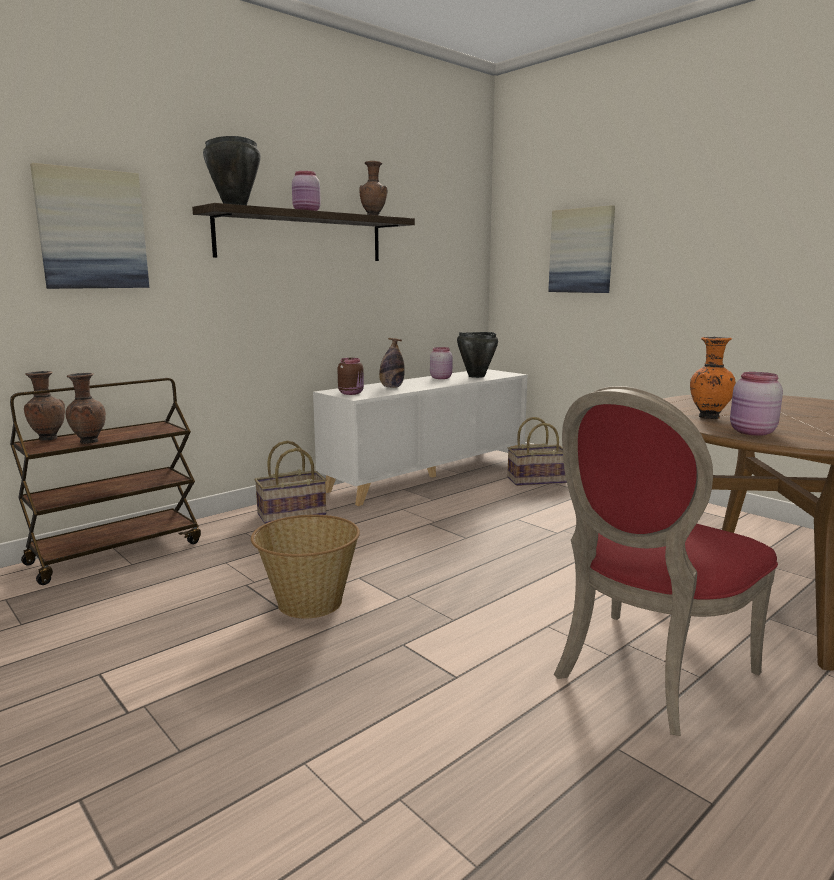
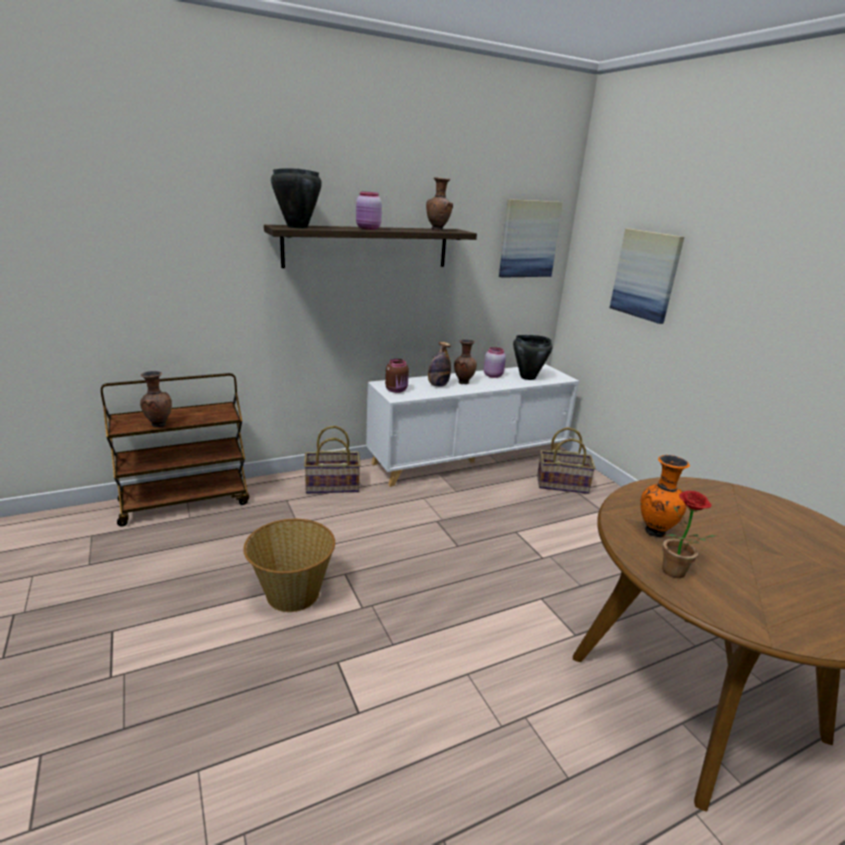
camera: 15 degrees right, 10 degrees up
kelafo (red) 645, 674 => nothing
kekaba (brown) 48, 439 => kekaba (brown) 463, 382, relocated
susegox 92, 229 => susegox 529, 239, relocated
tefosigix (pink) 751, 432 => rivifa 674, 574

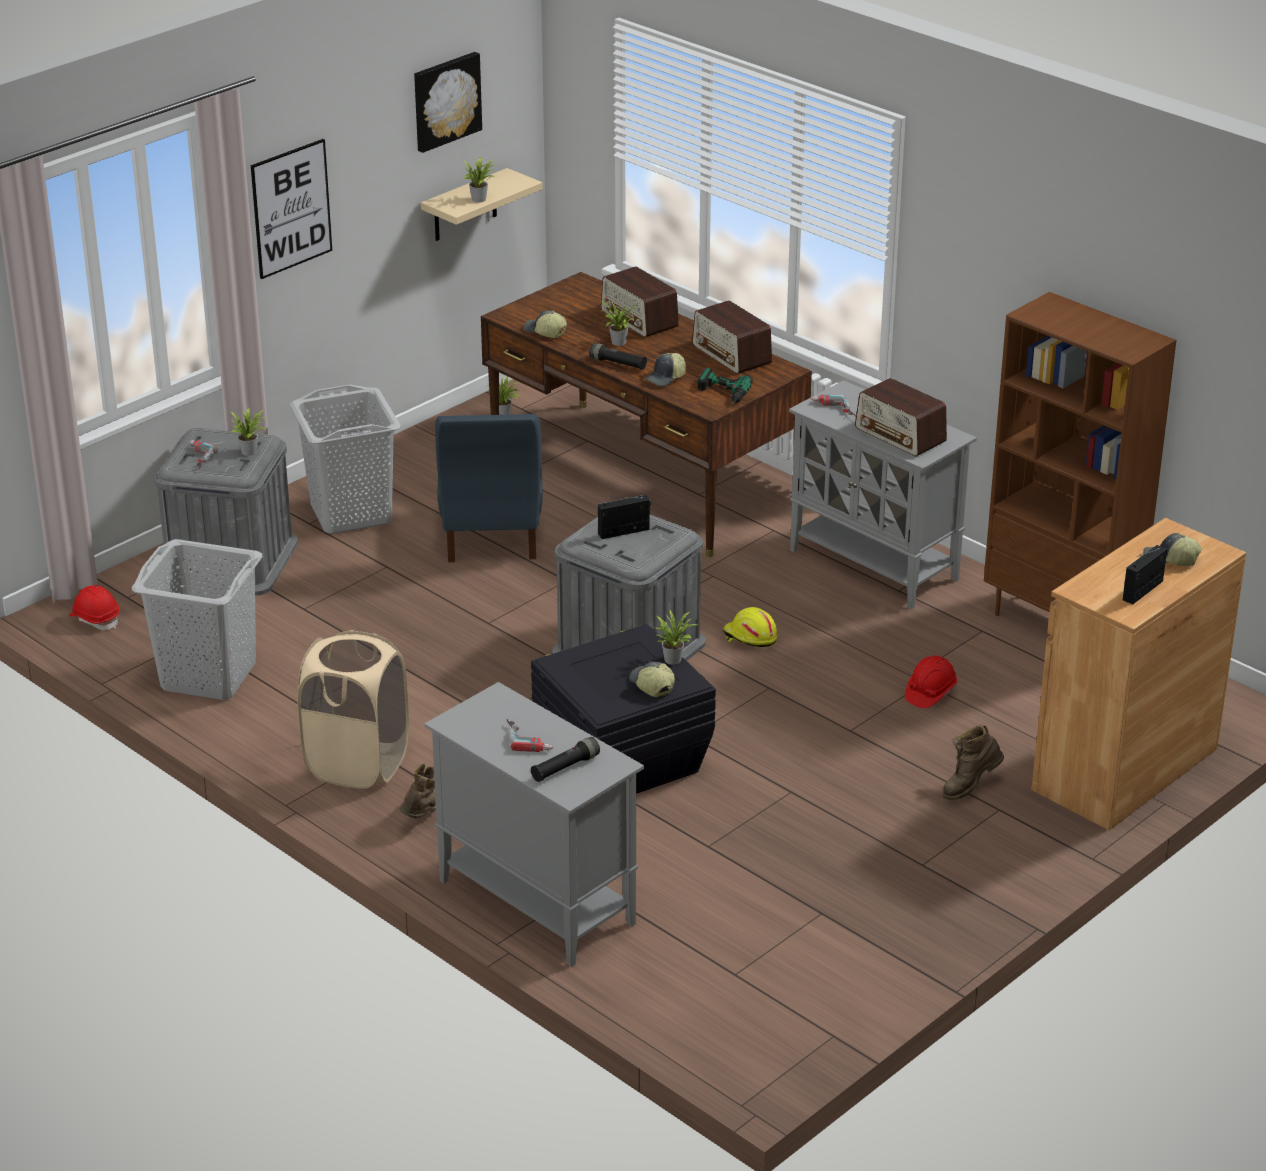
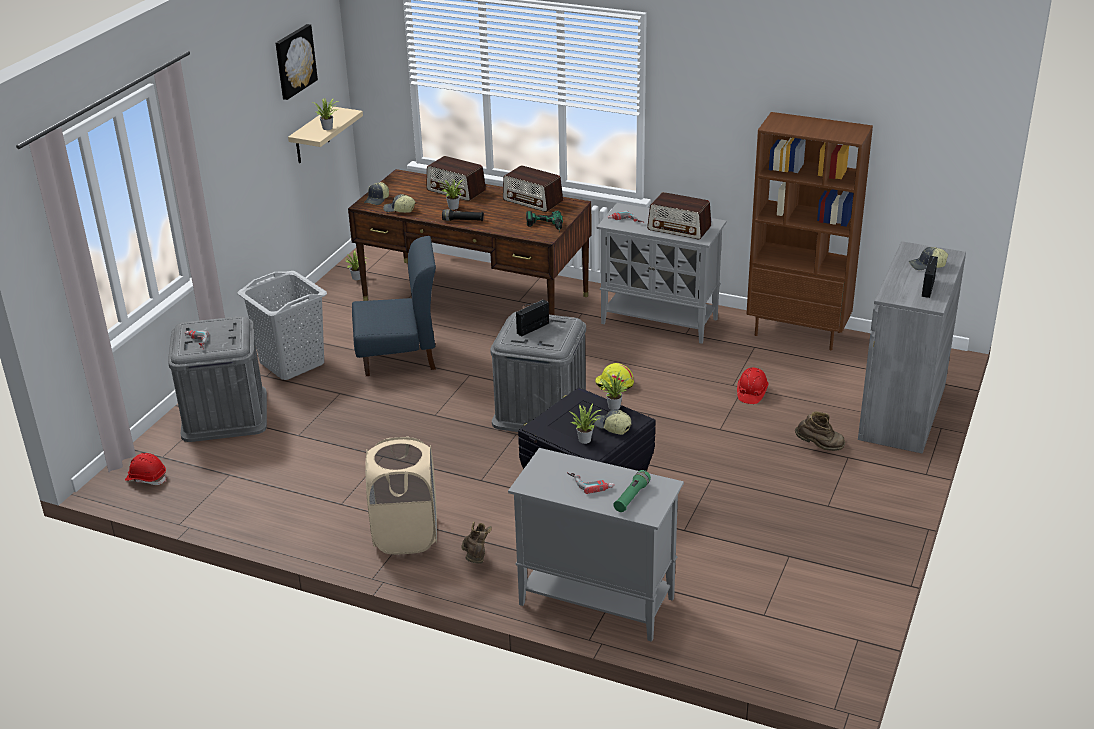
camera: 20 degrees left, 0 degrees up
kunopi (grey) 208, 675 => nothing
susegox 291, 208 => nothing
rivifa 251, 451 => rivifa 586, 439, relocated
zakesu 665, 378 => zakesu 377, 200, relocated
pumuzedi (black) 565, 768 => pumuzedi (green) 631, 497
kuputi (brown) 1125, 769 => kuputi (grey) 902, 412
kelafo (blue) 491, 535 => kelafo (blue) 399, 356, 75 degrees counterclockwise
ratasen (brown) 970, 786 => ratasen (brown) 819, 447, 120 degrees counterclockwise

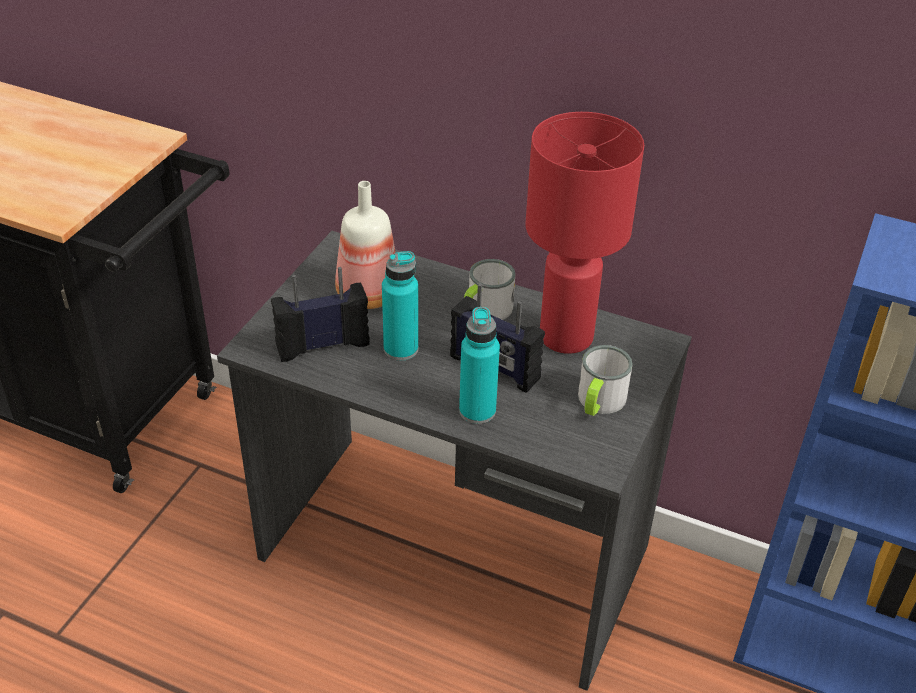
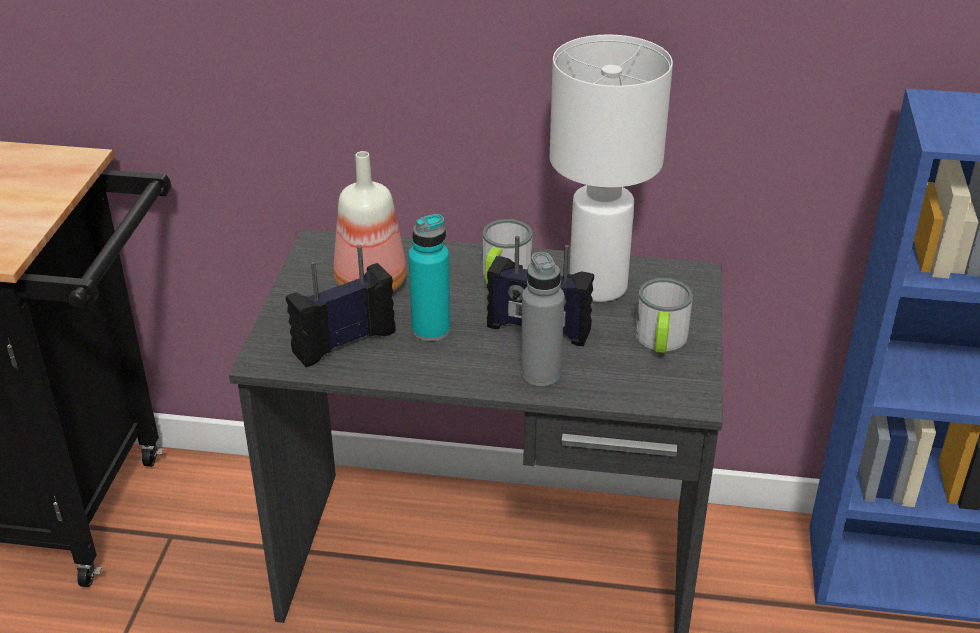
camera: 15 degrees left, 5 degrees down
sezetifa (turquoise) 477, 411 => sezetifa (grey) 540, 374
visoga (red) 566, 336 => visoga (white) 597, 285

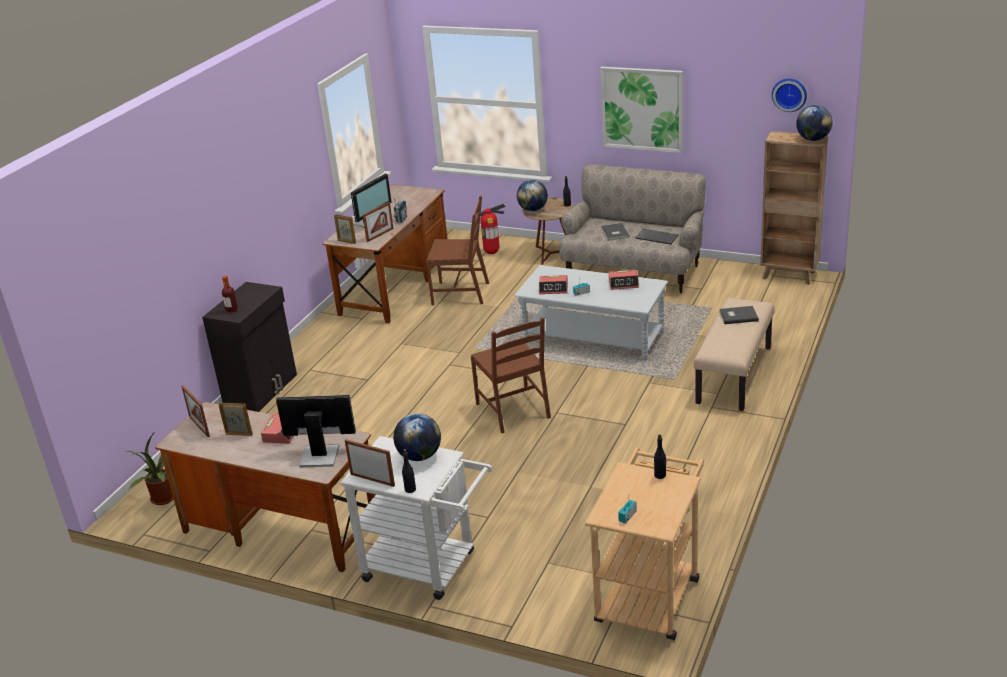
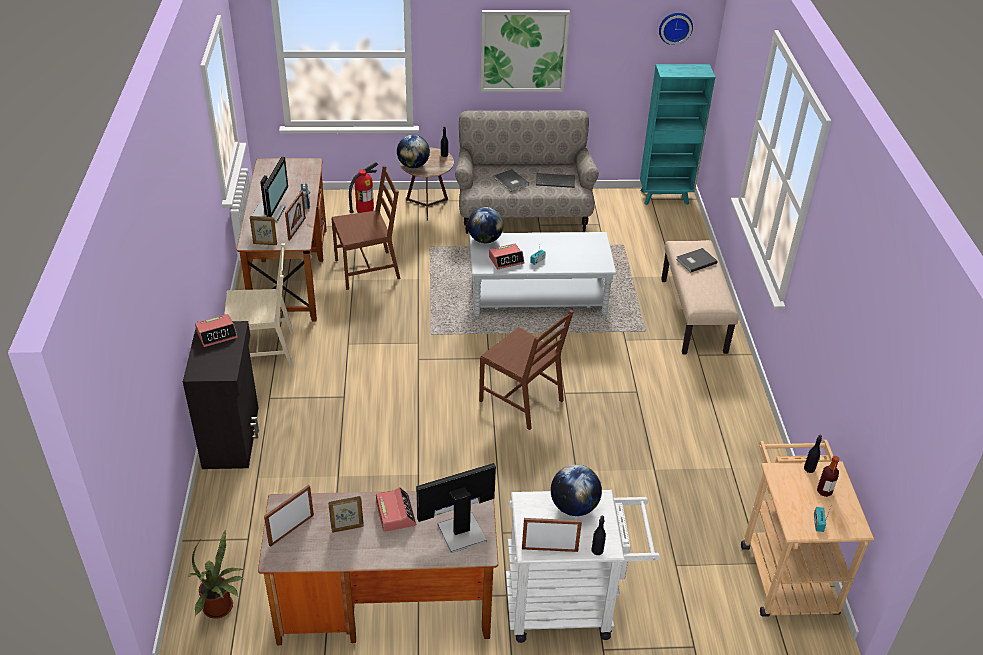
camera: 30 degrees left, 10 degrees up
nothing => kelafo (beige) 264, 351
sezetifa 232, 310 => sezetifa 824, 491, relocated
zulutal 624, 284 => zulutal 217, 334, relocated
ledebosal 813, 139 => ledebosal 485, 240, relocated
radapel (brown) 789, 275 => radapel (turquoise) 665, 197
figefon 199, 426 => figefon 291, 530, 105 degrees clockwise

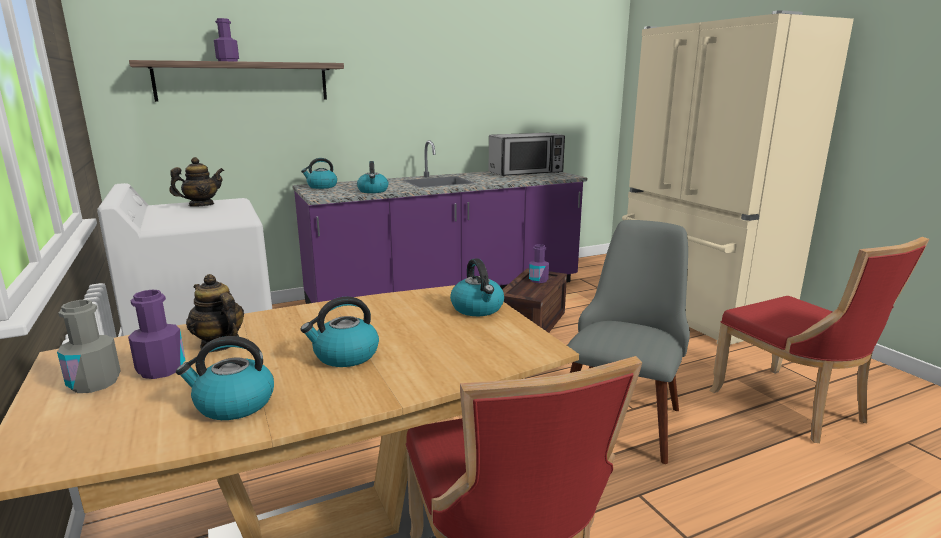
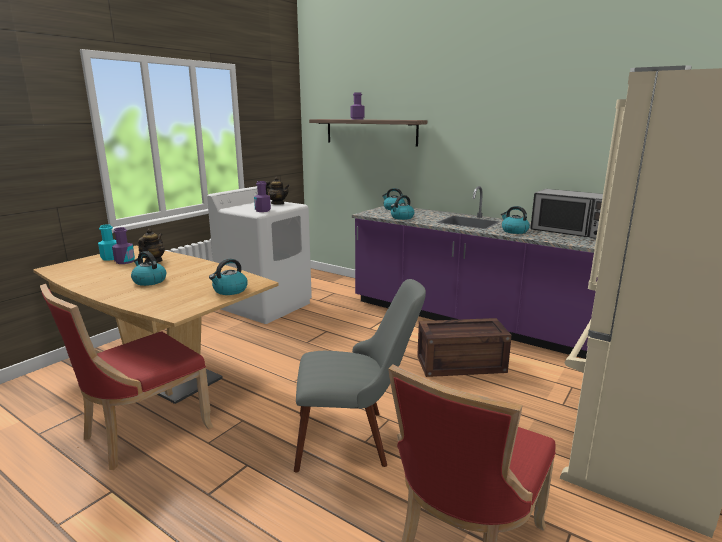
camera: 60 degrees right, 0 degrees up
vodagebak 233, 404 => vodagebak 514, 231, relocated
sezetifa (purple) 538, 280 => sezetifa (purple) 263, 210, relocated
sezetifa (grey) 94, 383 => sezetifa (turquoise) 110, 258

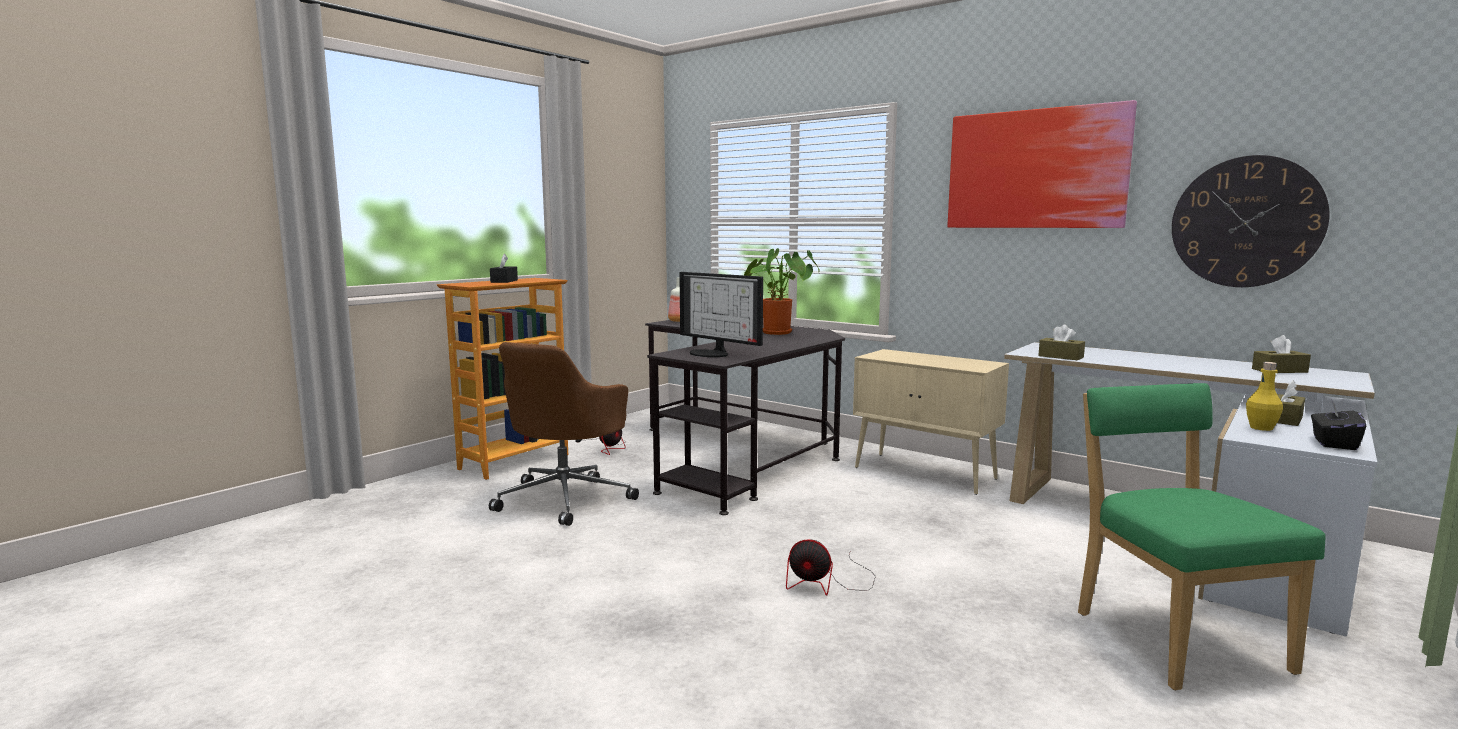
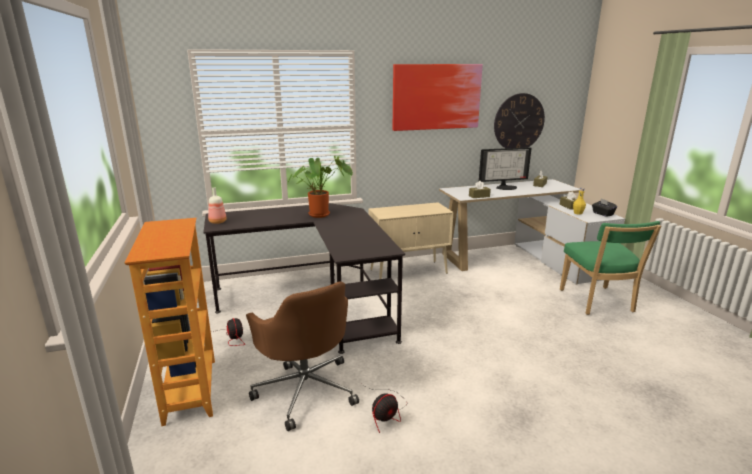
camera: 55 degrees left, 10 degrees up
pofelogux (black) 504, 281 => nothing
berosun 712, 353 => berosun 505, 187, relocated
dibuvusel 827, 583 => dibuvusel 386, 413, relocated
kelafo (green) 1172, 637 => kelafo (green) 597, 302, 120 degrees counterclockwise

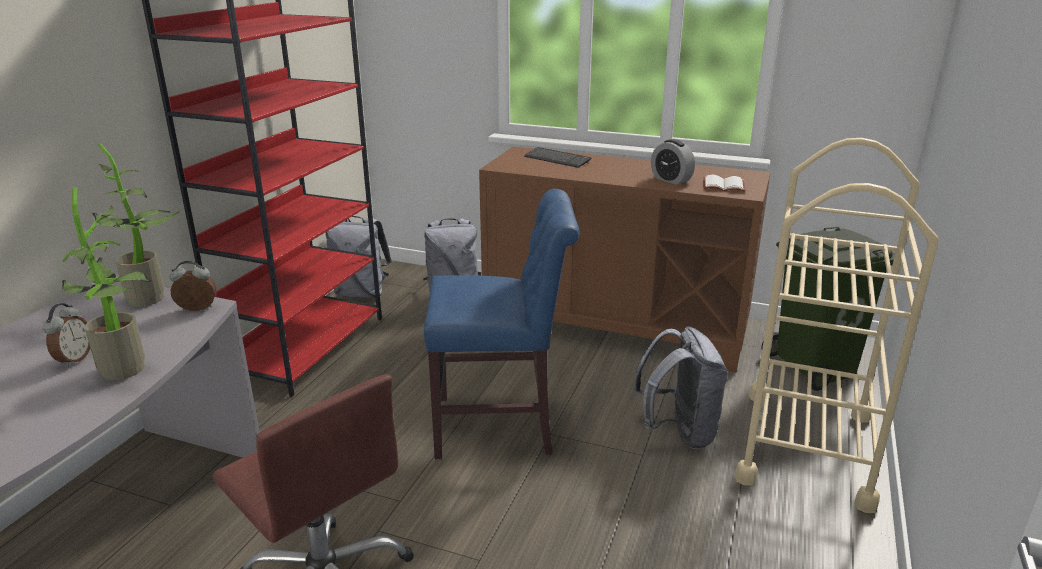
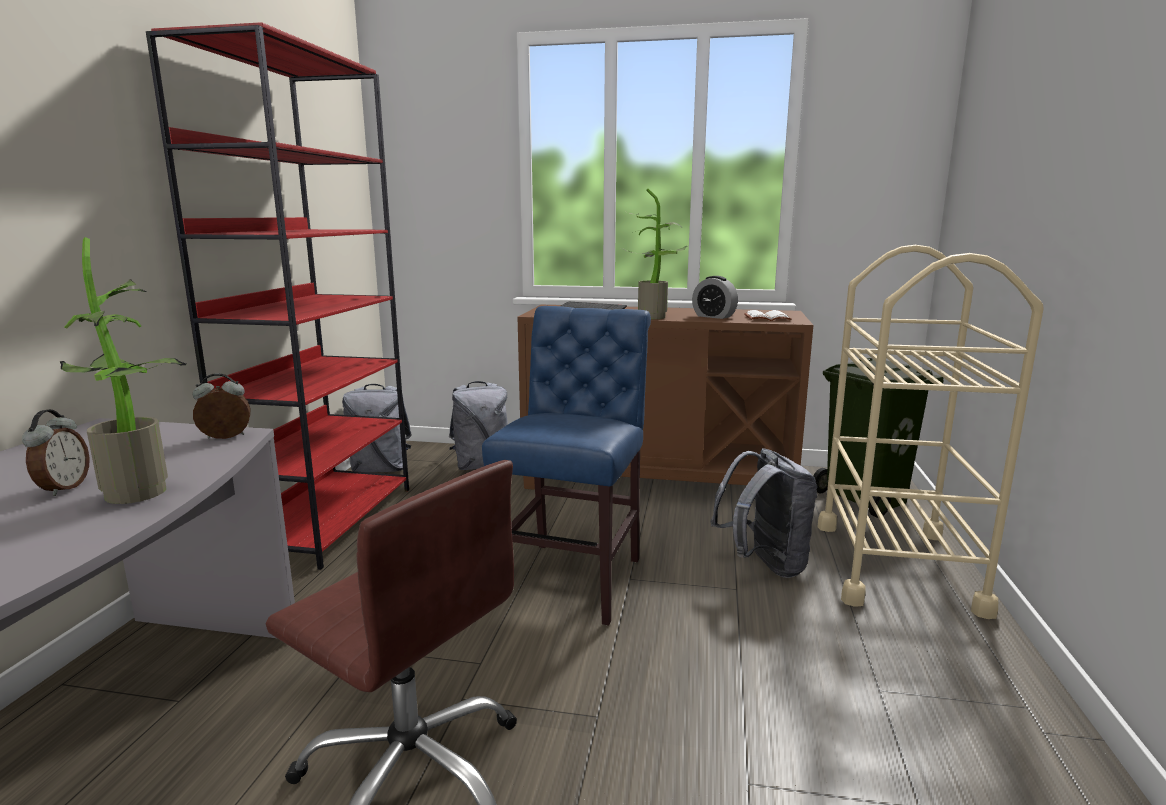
camera: 10 degrees left, 10 degrees down
rivifa 152, 297 => rivifa 654, 316, relocated
kelafo (blue) 501, 426 => kelafo (blue) 574, 576, 60 degrees counterclockwise

